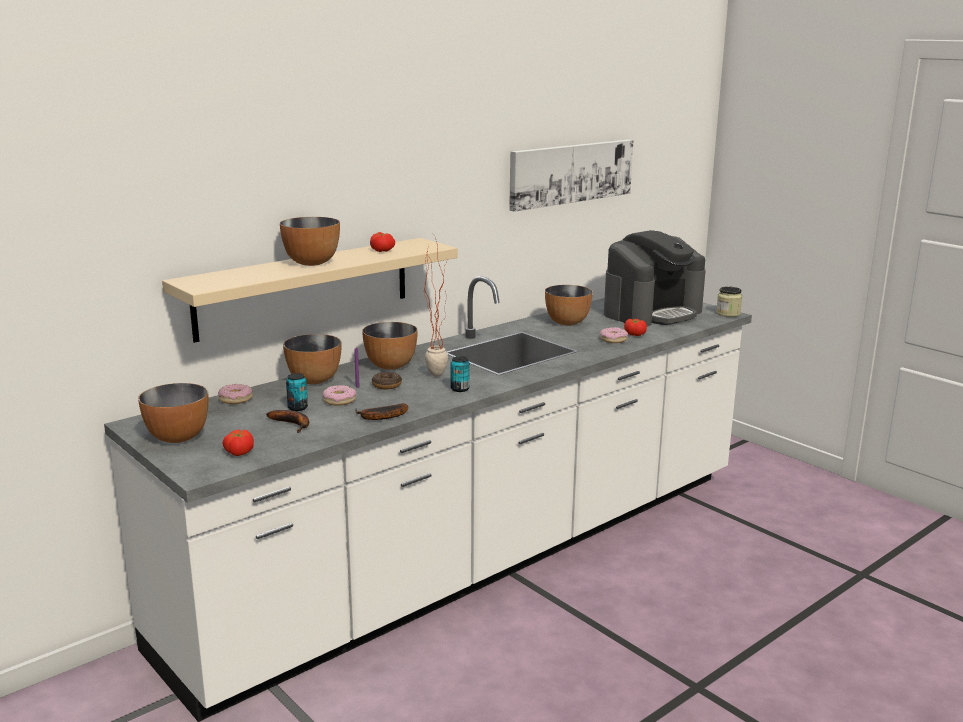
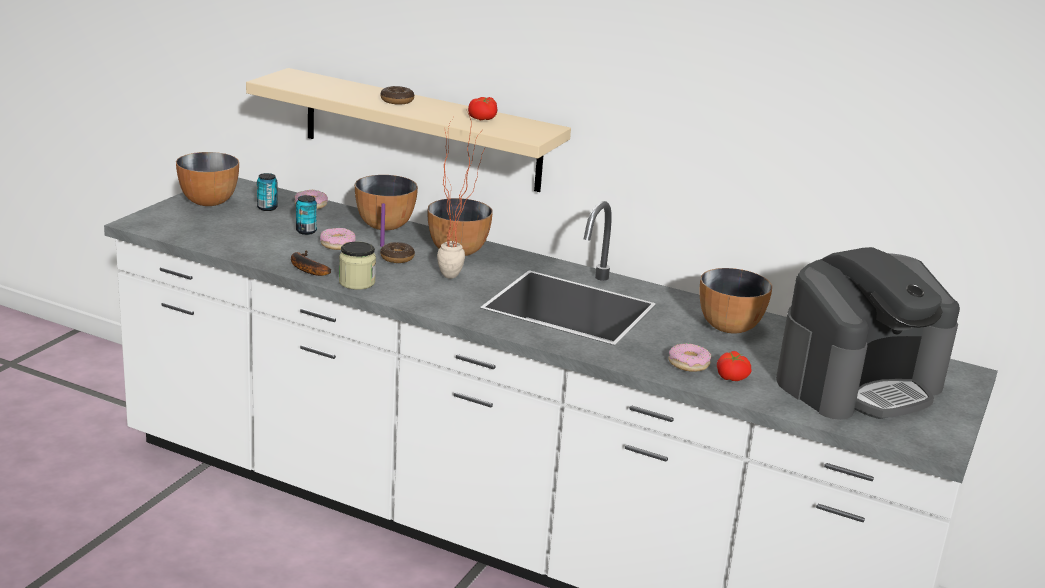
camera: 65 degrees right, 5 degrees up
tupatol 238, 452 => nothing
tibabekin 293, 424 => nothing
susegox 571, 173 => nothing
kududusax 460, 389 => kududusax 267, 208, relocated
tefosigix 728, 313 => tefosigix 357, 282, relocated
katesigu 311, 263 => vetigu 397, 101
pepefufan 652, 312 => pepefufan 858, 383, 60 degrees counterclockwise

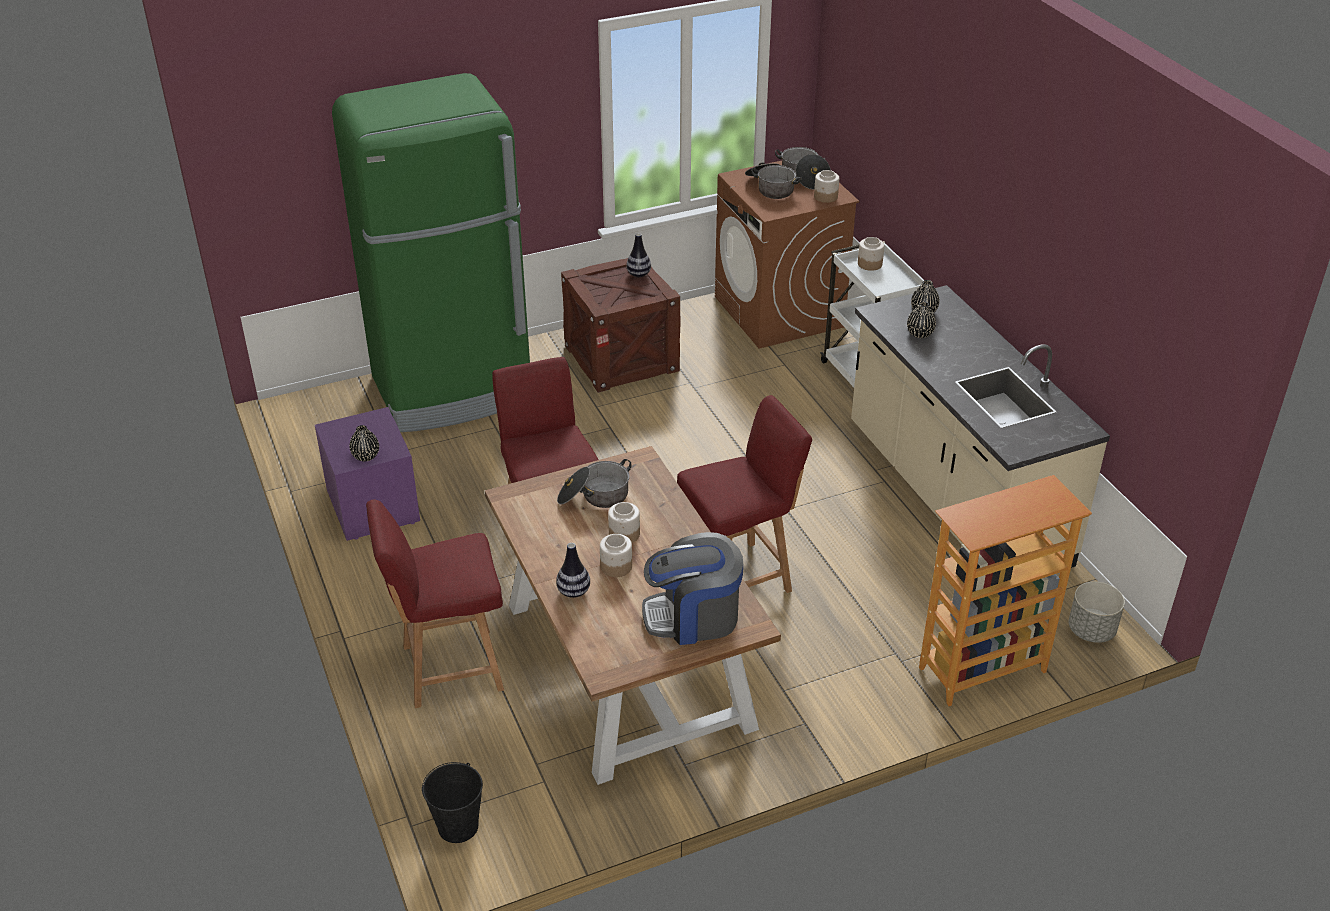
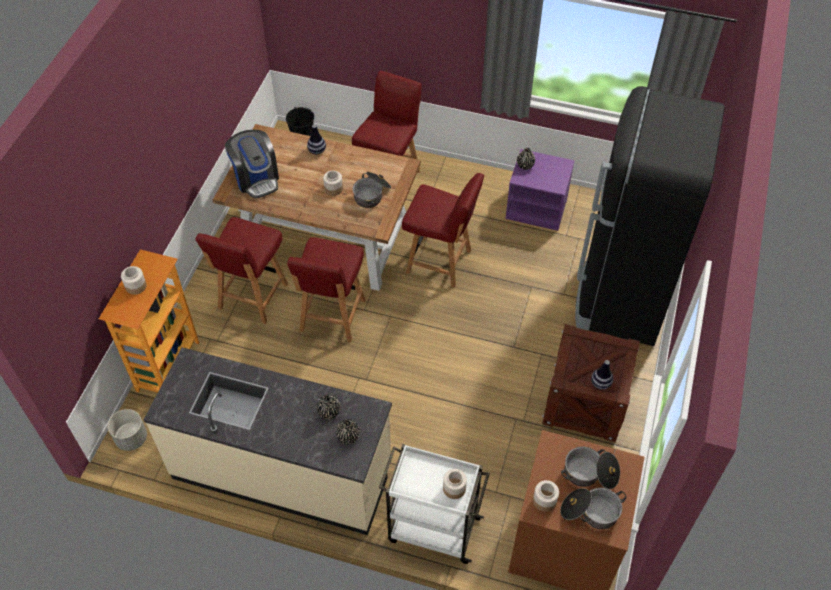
camera: 130 degrees right, 15 degrees up
nothing => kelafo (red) 252, 297
tefosigix 615, 566 => tefosigix 136, 286, relocated
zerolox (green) 454, 390 => zerolox (black) 621, 296
pepefufan 693, 617 => pepefufan 256, 178, 120 degrees clockwise

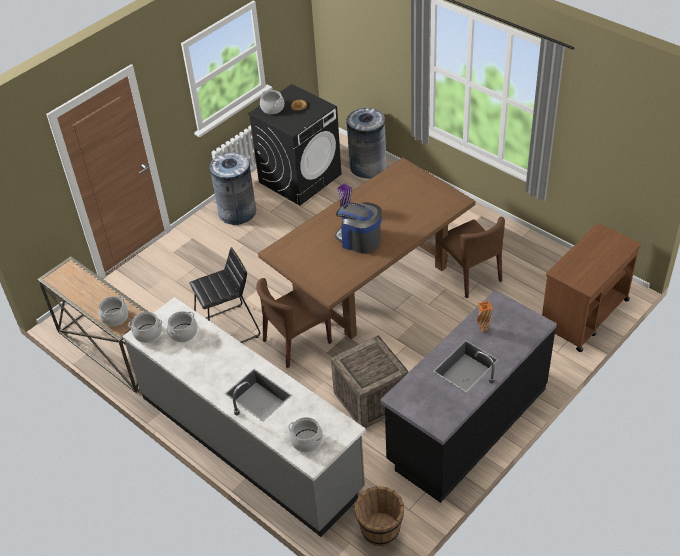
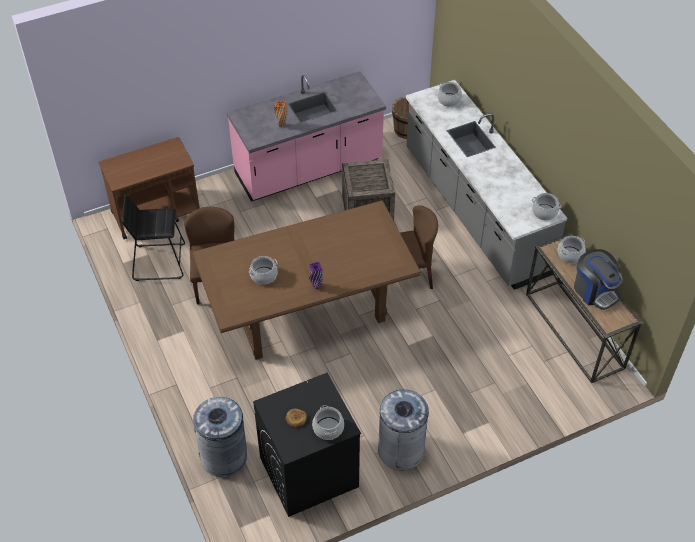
camera: 160 degrees left, 5 degrees up
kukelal 183, 333 => kukelal 263, 275, relocated
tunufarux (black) 227, 329 => tunufarux (black) 159, 261, relocated
pepefufan 359, 240 => pepefufan 594, 291, relocated
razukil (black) 466, 425 => razukil (pink) 309, 169

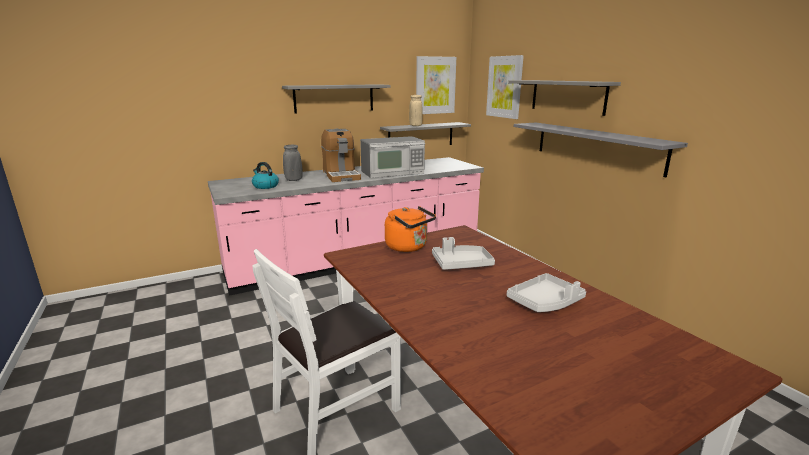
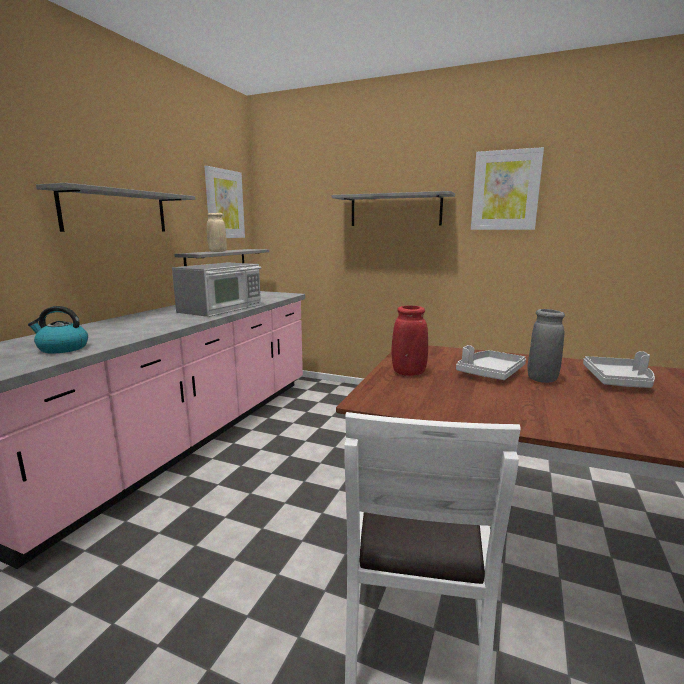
camera: 40 degrees left, 5 degrees down
pepefufan 341, 175 => nothing
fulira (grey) 596, 146 => nothing
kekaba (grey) 293, 180 => kekaba (grey) 542, 379, relocated
susegox 504, 87 => susegox 505, 190, relocated
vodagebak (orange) 408, 247 => kekaba (red) 408, 373

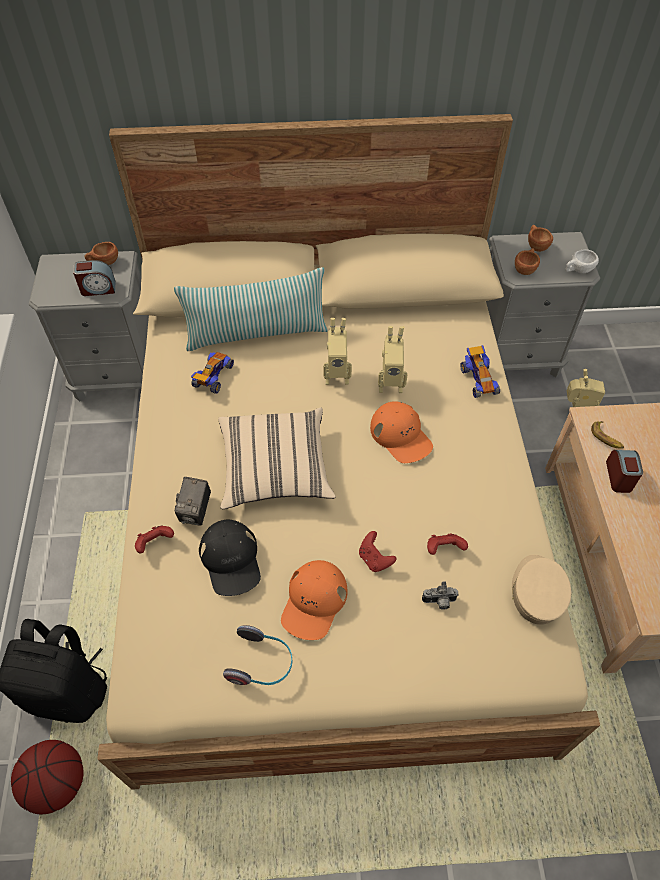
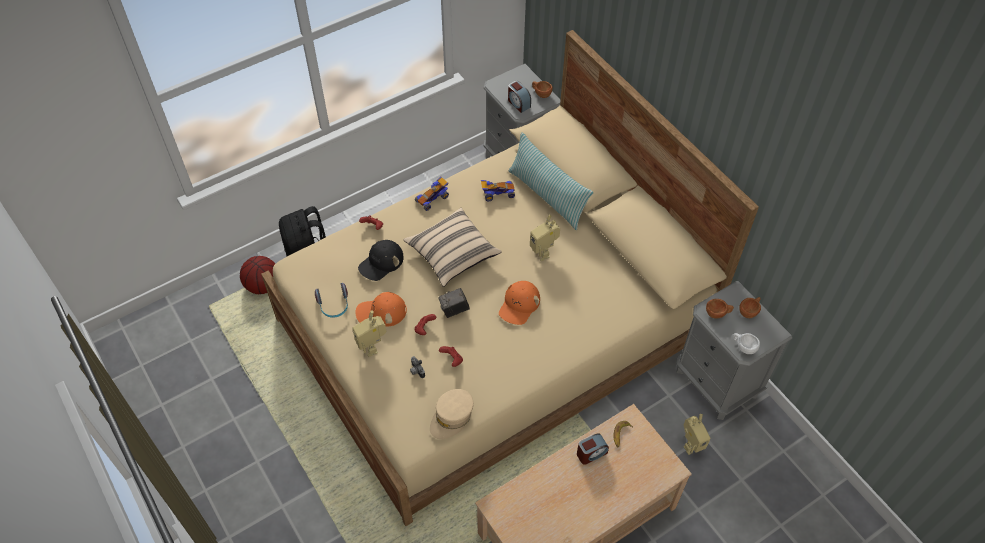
camera: 60 degrees right, 0 degrees up
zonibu 196, 511 => zonibu 454, 310, relocated
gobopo 390, 384 => gobopo 372, 346, relocated
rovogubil 478, 380 => rovogubil 432, 198, relocated
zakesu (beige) 536, 592 => zakesu (beige) 451, 417, 150 degrees clockwise

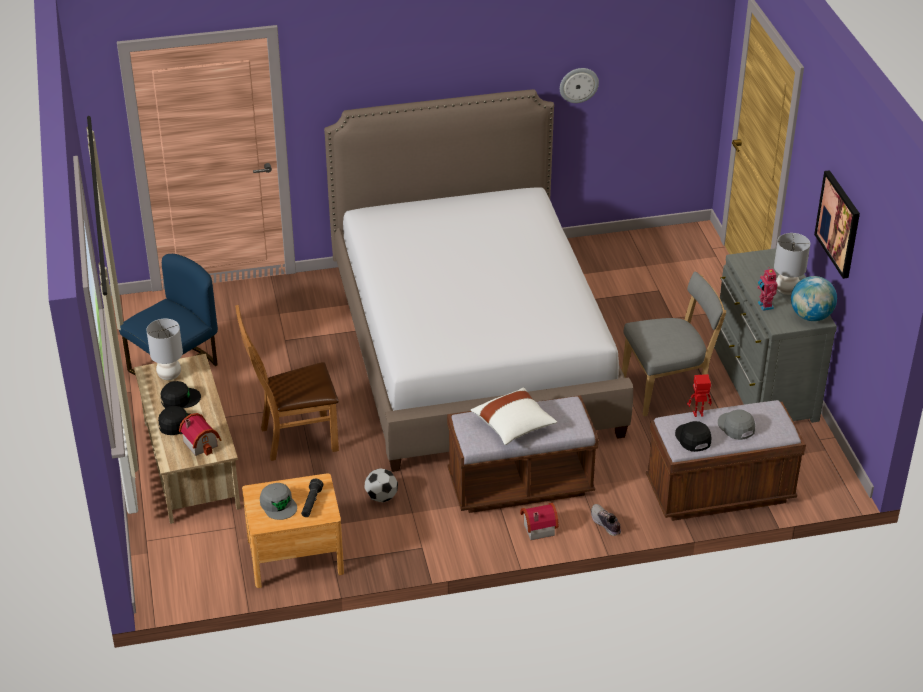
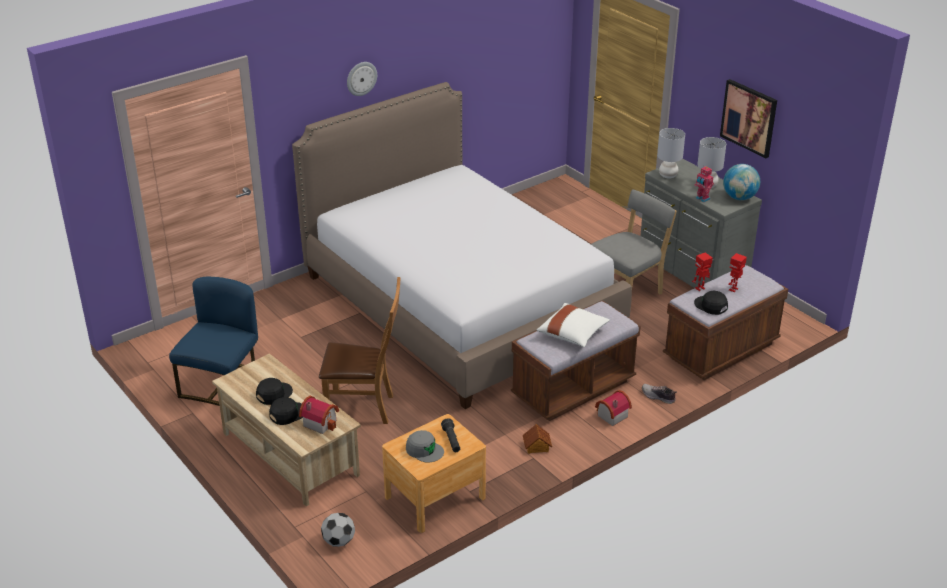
camera: 25 degrees left, 5 degrees down
nothing => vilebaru 536, 446
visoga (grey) 169, 375 => visoga (grey) 668, 175, relocated
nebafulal 381, 497 => nebafulal 339, 541, relocated
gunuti 578, 84 => gunuti 361, 78, relocated
zakesu (grey) 736, 427 => gobopo 734, 289
kelafo (brown) 294, 438 => kelafo (brown) 364, 408, 135 degrees counterclockwise

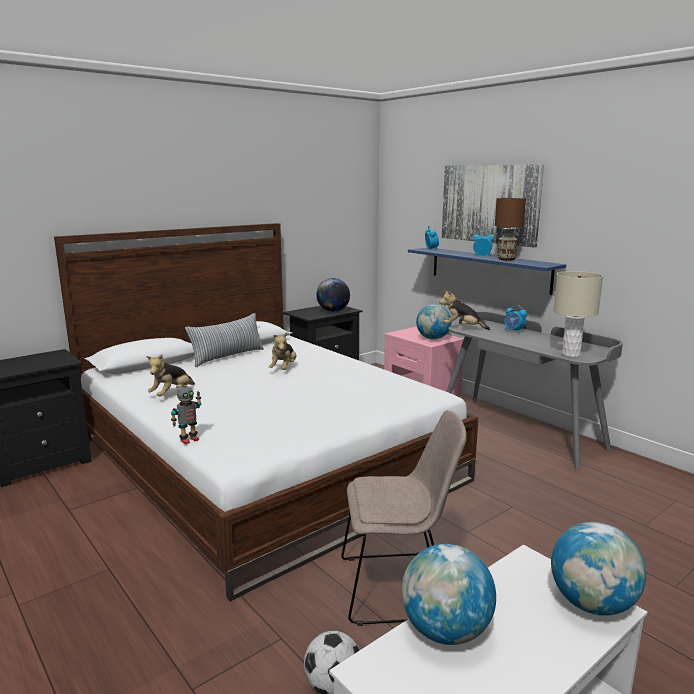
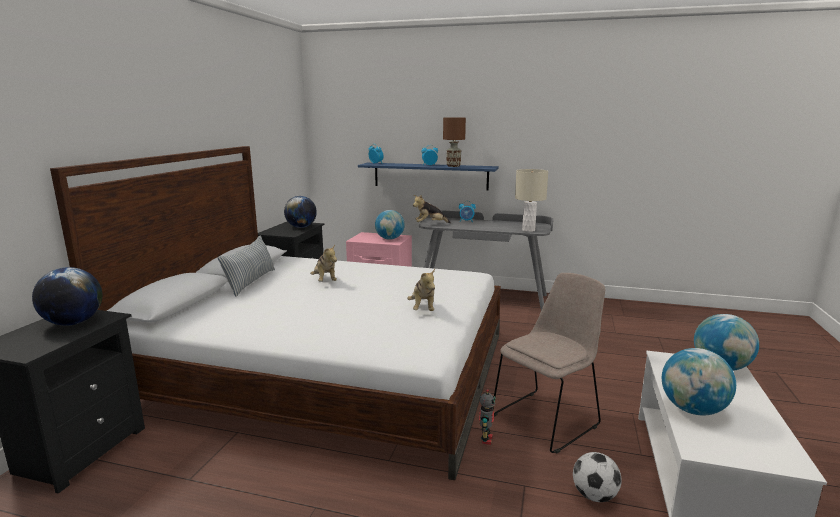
camera: 35 degrees left, 0 degrees up
susegox 489, 204 => nothing
nothing => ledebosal 73, 323
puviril 172, 394 => puviril 423, 309, relocated
gobopo 189, 440 => gobopo 485, 439, relocated

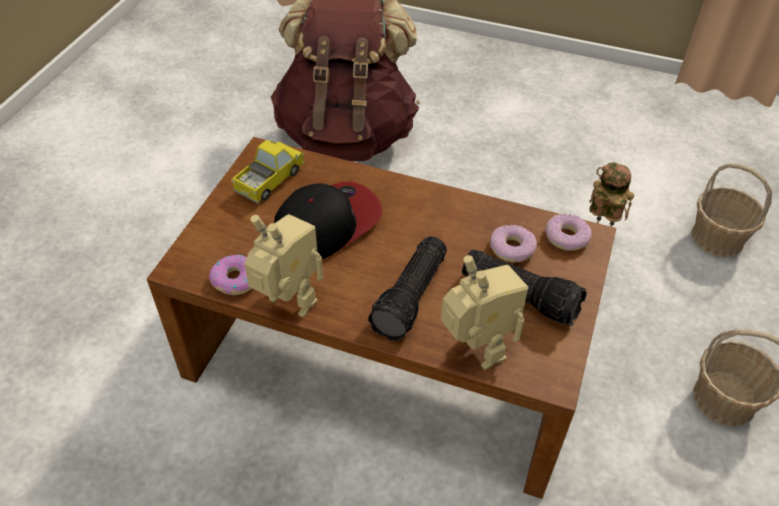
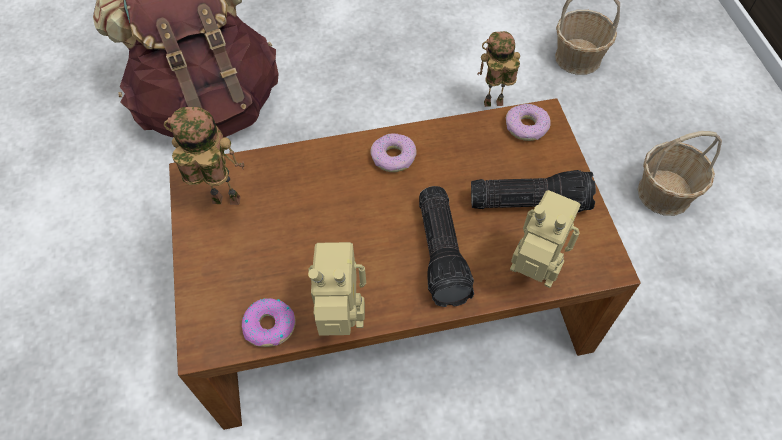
camera: 30 degrees left, 10 degrees up
zakesu 327, 224 => nothing
vetigu 512, 249 => vetigu 393, 157, relocated
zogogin 270, 180 => gobopo 223, 203

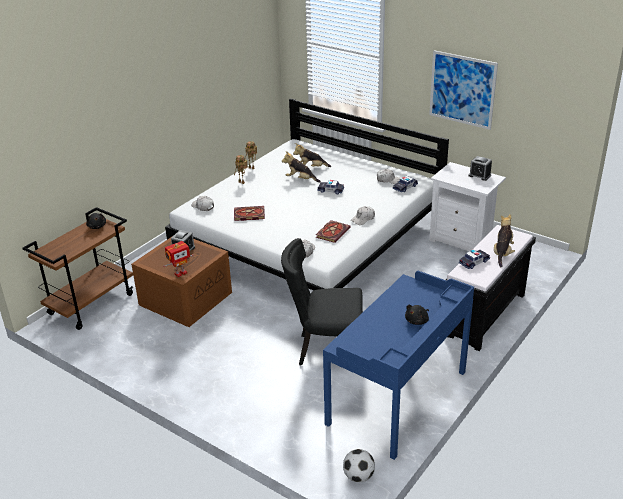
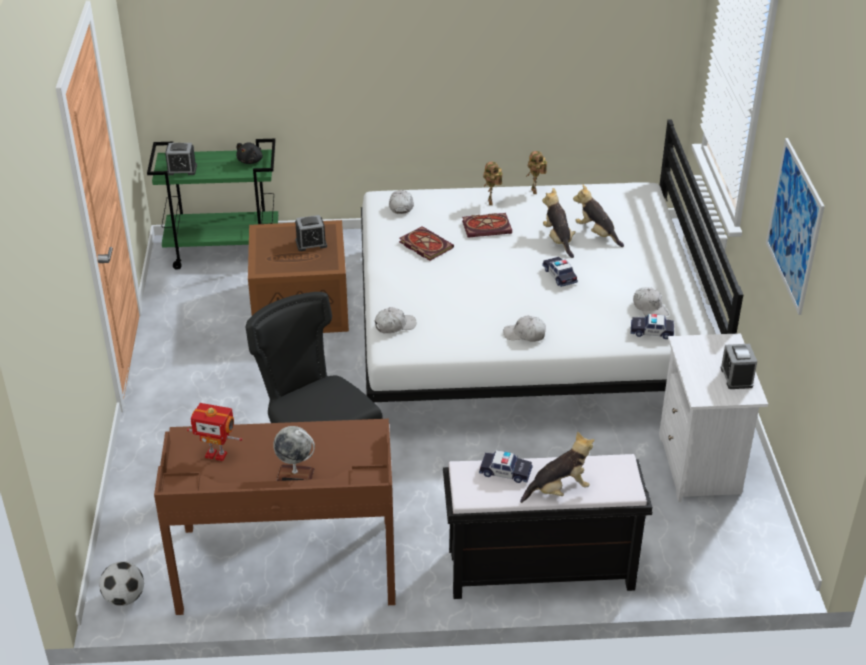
camera: 50 degrees right, 5 degrees up
nothing => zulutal 182, 169
gobopo 180, 273 => gobopo 216, 454, relocated
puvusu 332, 232 => puvusu 488, 227, relocated
puviril (black) 417, 321 => ledebosal 295, 475
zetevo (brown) 91, 303 => zetevo (green) 224, 251
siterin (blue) 398, 398 => siterin (brown) 287, 566

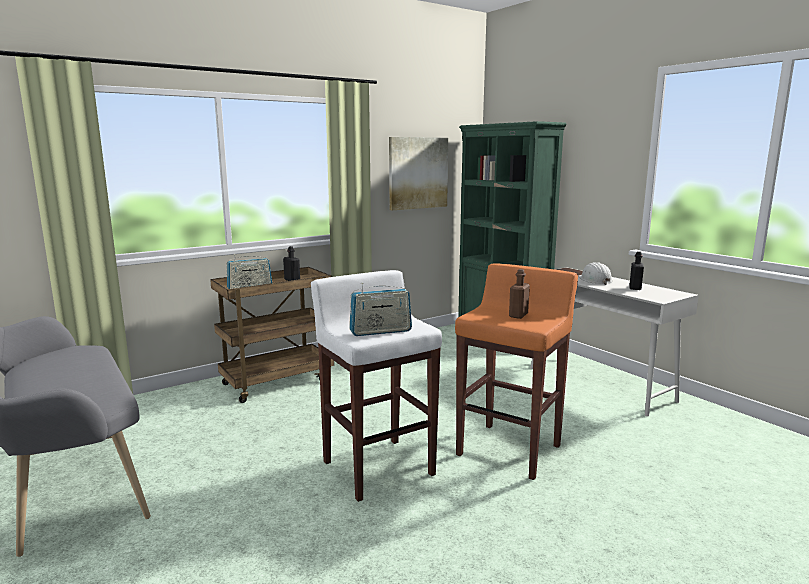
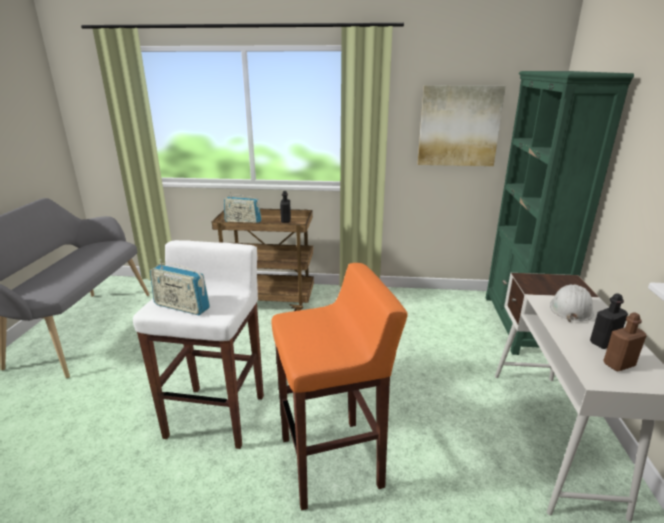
camera: 40 degrees right, 10 degrees up
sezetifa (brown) 518, 315 => sezetifa (brown) 618, 364, relocated

